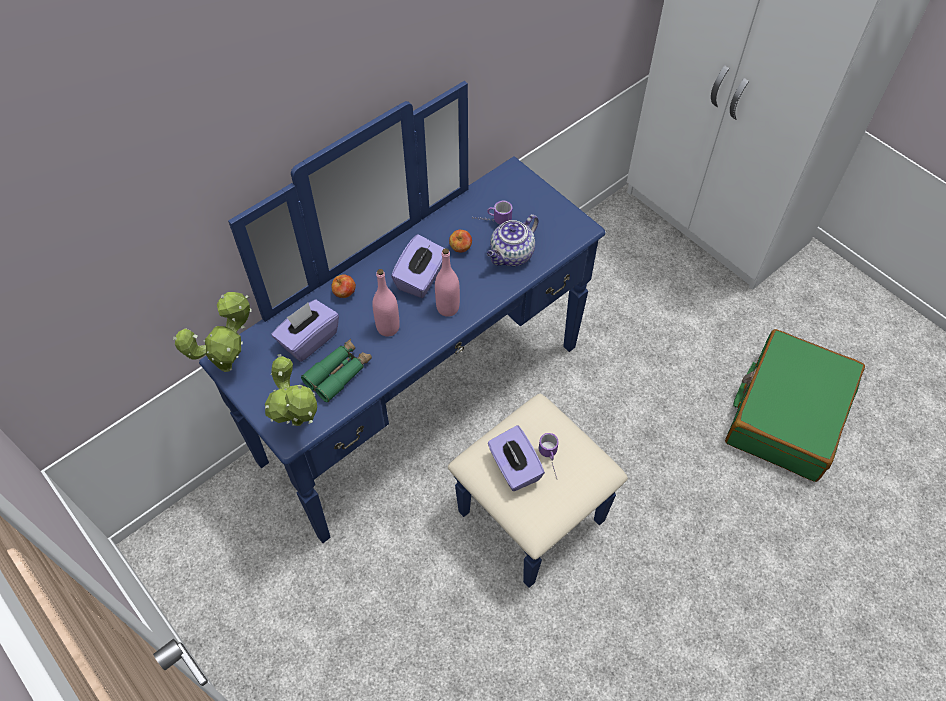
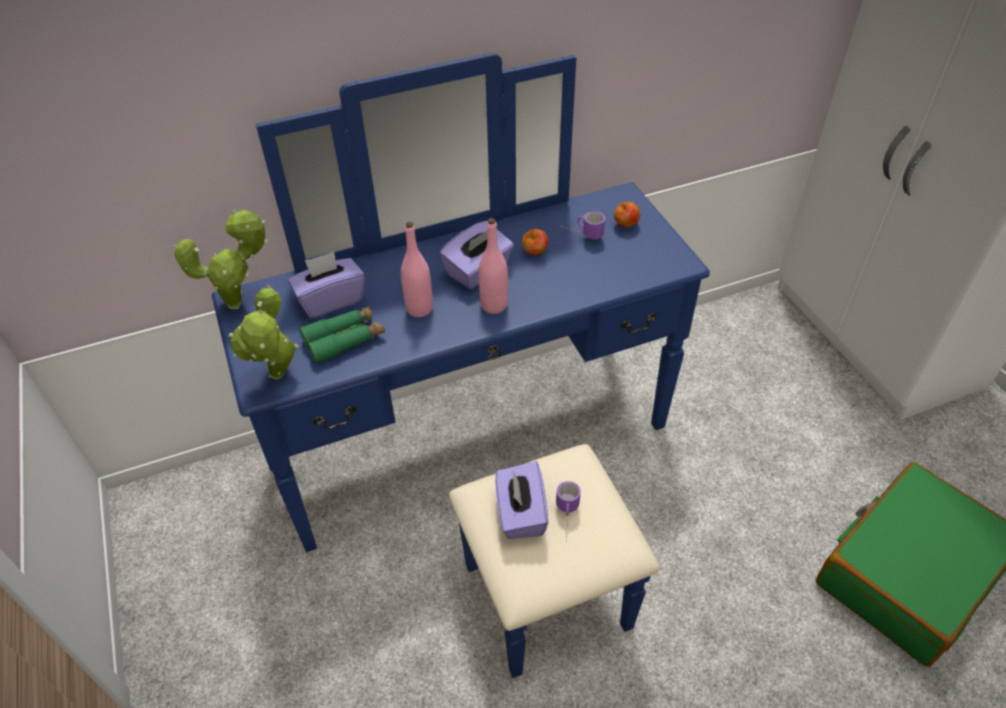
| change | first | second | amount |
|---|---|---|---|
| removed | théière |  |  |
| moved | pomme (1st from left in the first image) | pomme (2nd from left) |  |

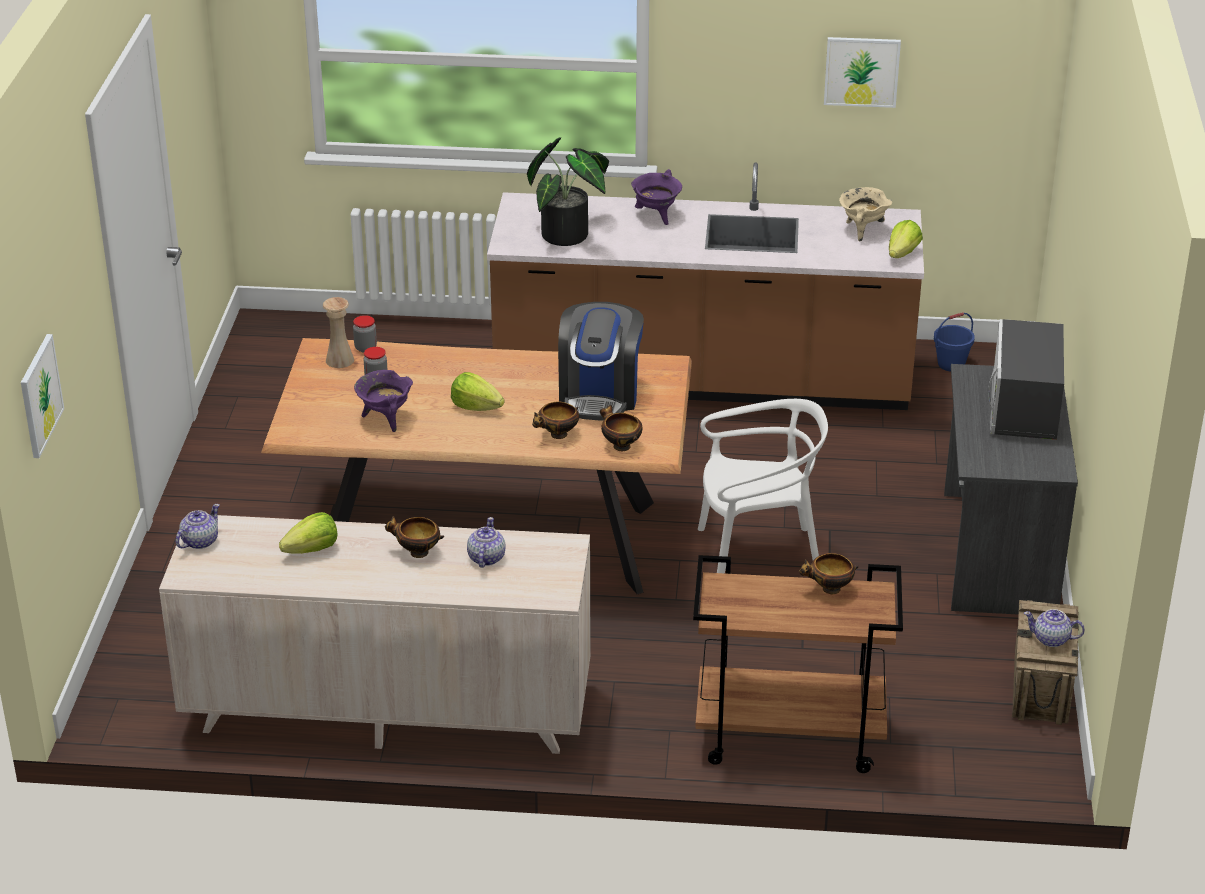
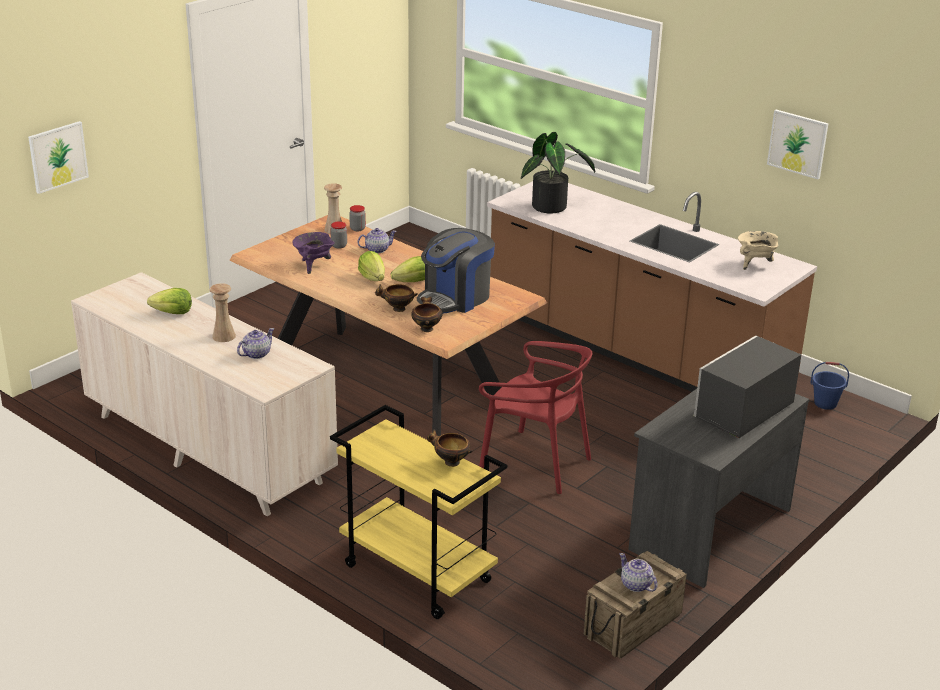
| change | first | second | amount |
|---|---|---|---|
| removed | marmite [violet] (2nd from left) |  |  |
| moved | laitue (3rd from left) |  |  |
| recoloured | chaise [blanc] | chaise [rouge] |  |
| moved | théière (1st from left in the first image) | théière (2nd from left) |  |
| replaced | bol (1st from left) | vase [beige] (1st from left) |  |
| recoloured | chariot [marron] | chariot [jaune] |  |

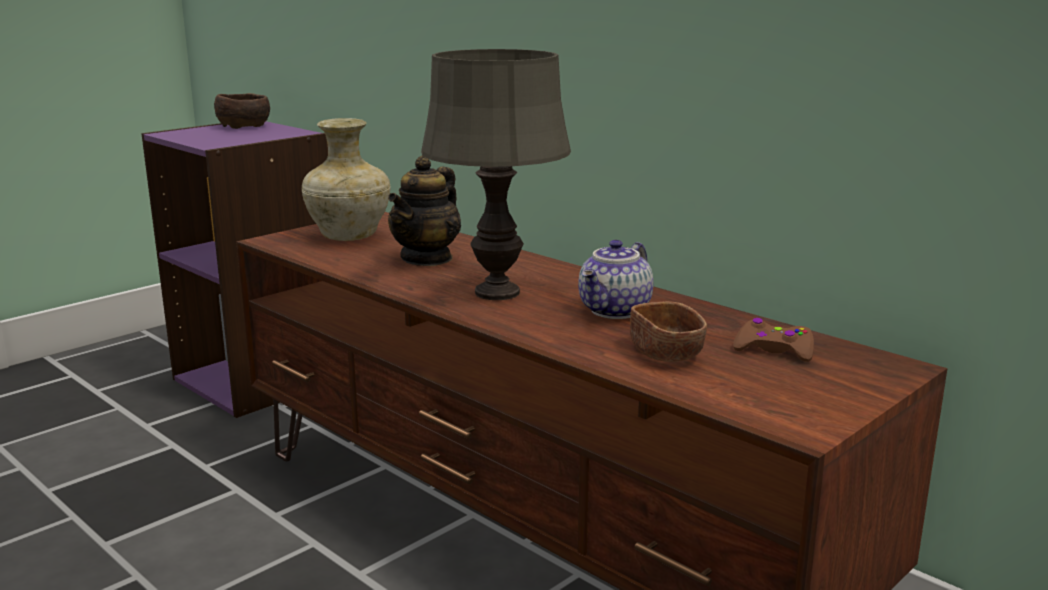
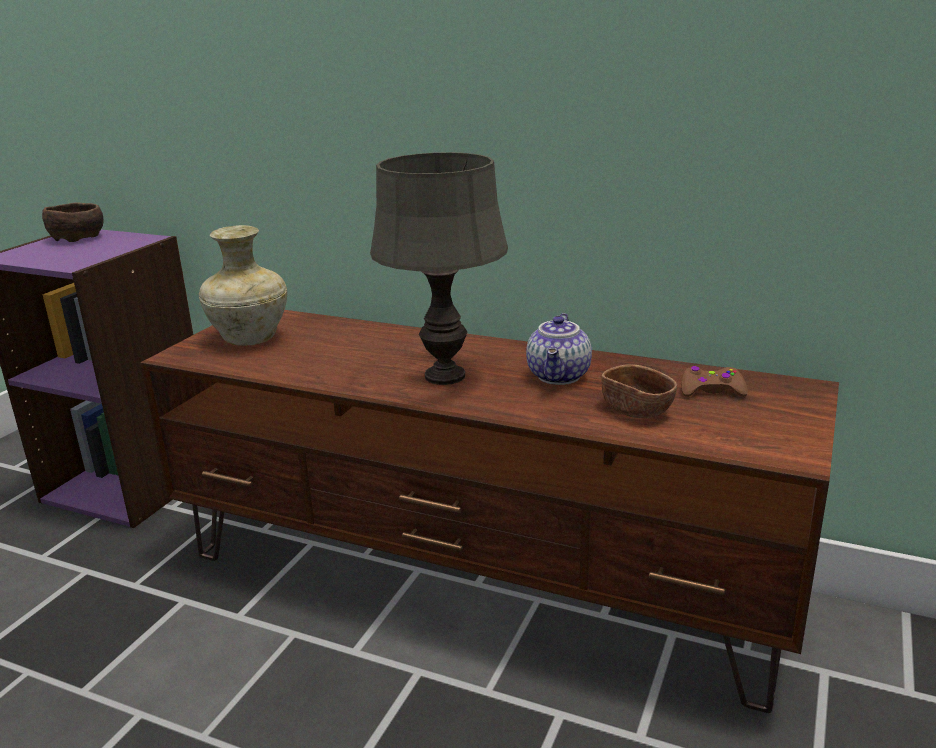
| change | first | second | amount |
|---|---|---|---|
| removed | théière (1st from left) |  |  |

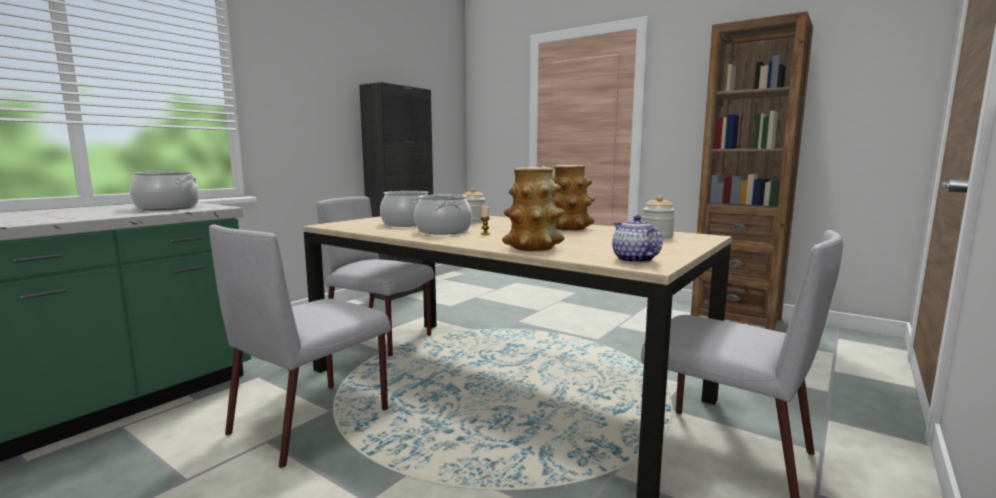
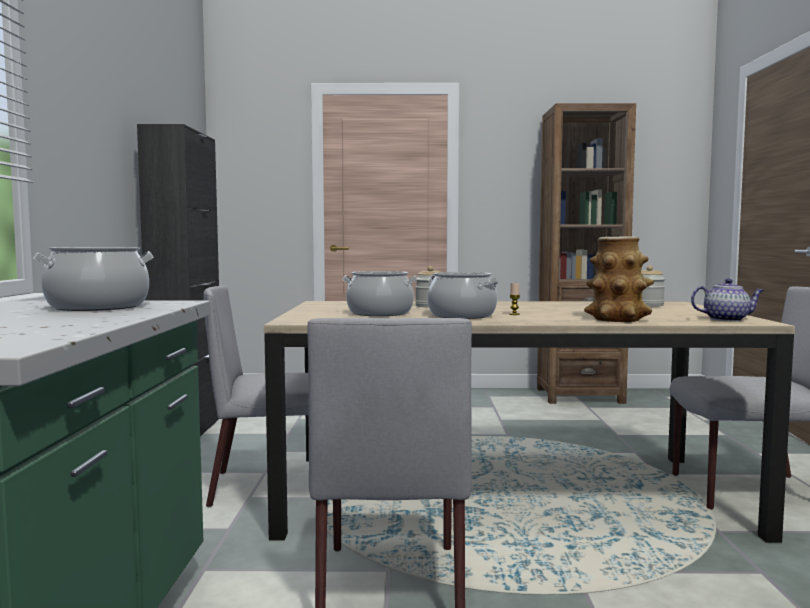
| change | first | second | amount |
|---|---|---|---|
| removed | vase (2nd from left) |  |  |
| turned | théière |  | 150 degrees clockwise |

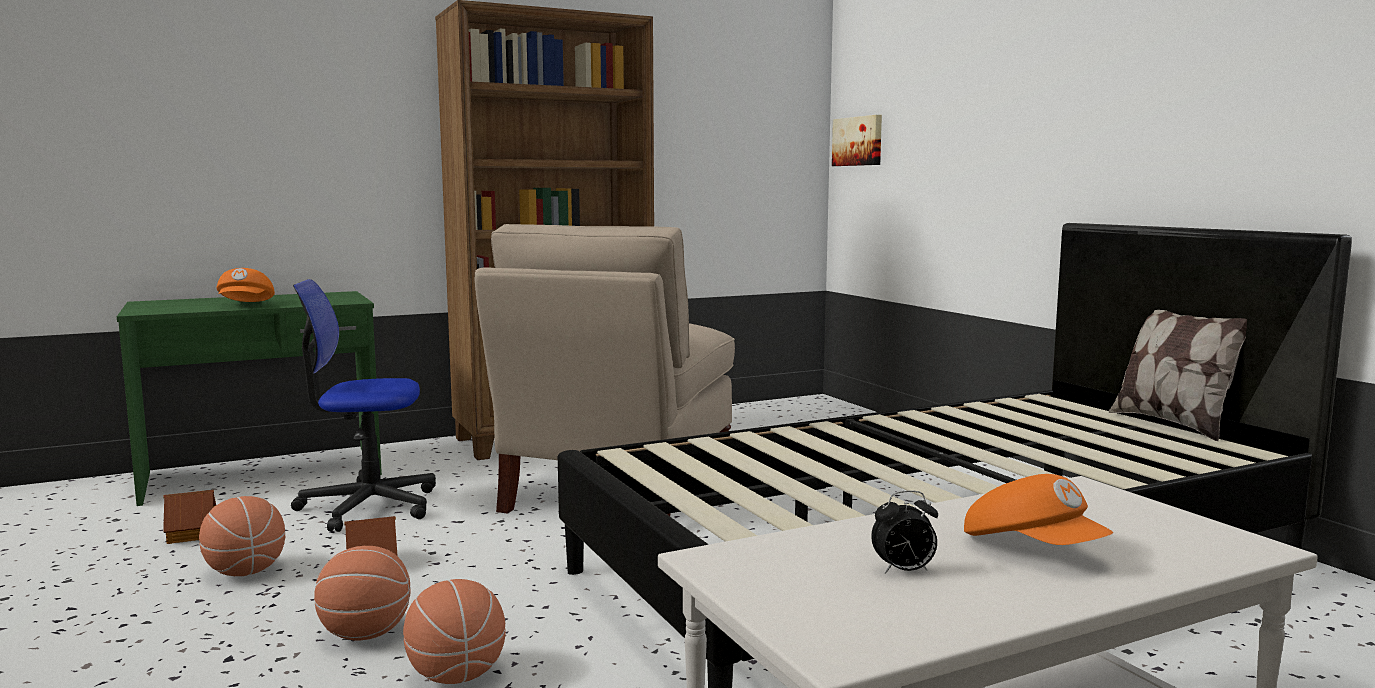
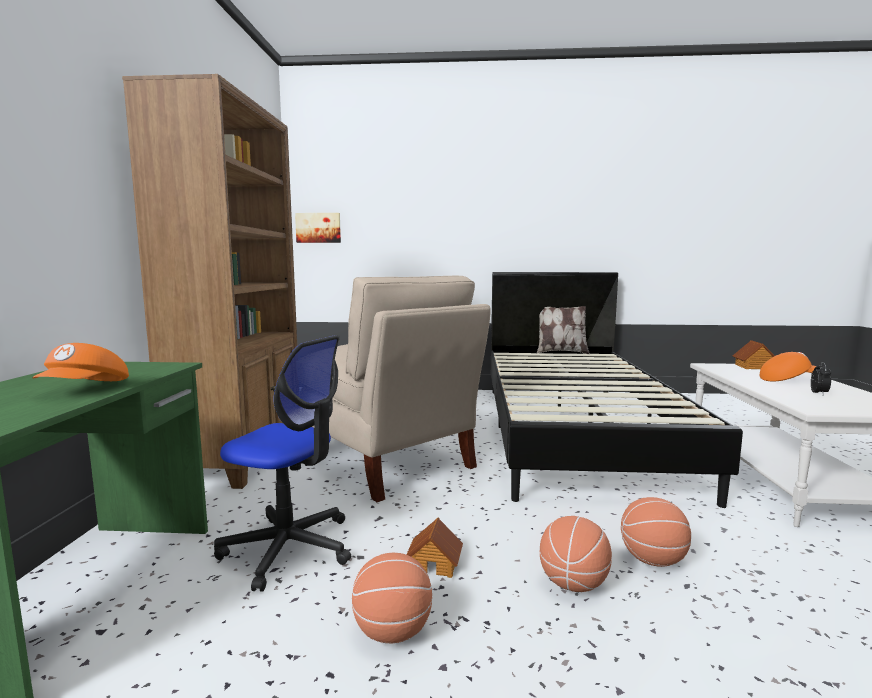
| change | first | second | amount |
|---|---|---|---|
| turned | casquette [orange] (1st from left) |  | 75 degrees clockwise |
| turned | chaise de bureau |  | 90 degrees counterclockwise |
| moved | maison miniature (1st from left in the first image) | maison miniature (2nd from left) |  |

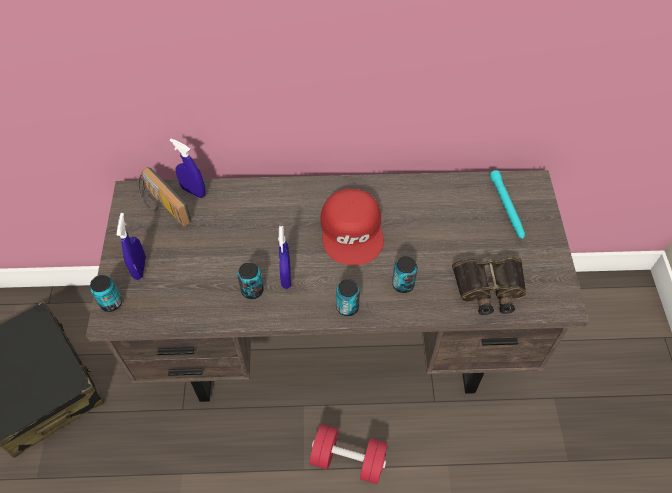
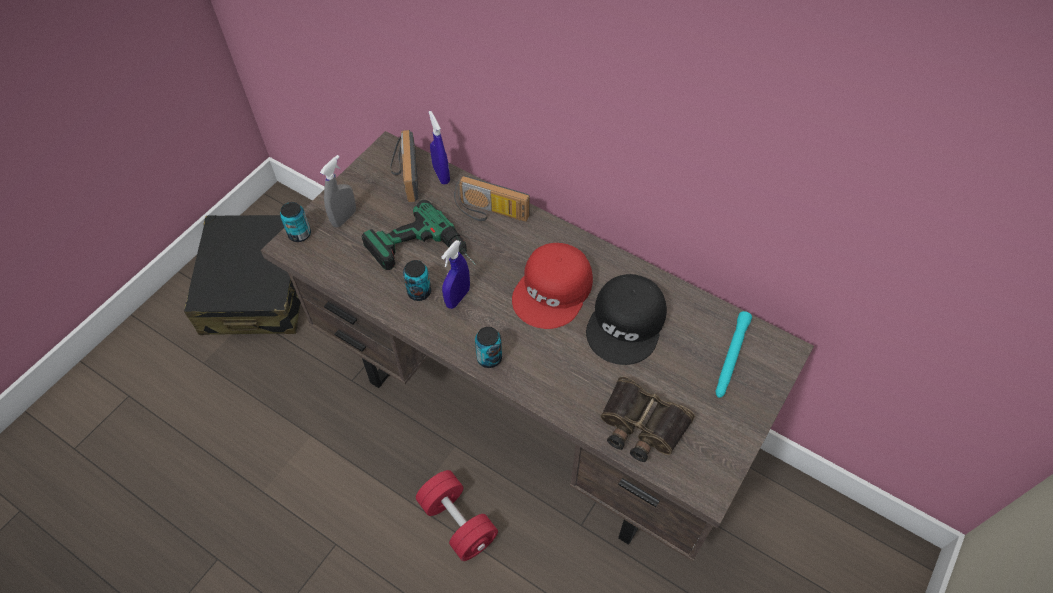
| change | first | second | amount |
|---|---|---|---|
| recoloured | vaporisateur [bleu] (1st from left) | vaporisateur [gris] |  |
| removed | boîte métallique (4th from left) |  |  |
| added |  | radio (2nd from left) |  |
| added |  | perceuse |  |
| added |  | casquette [noir] |  |

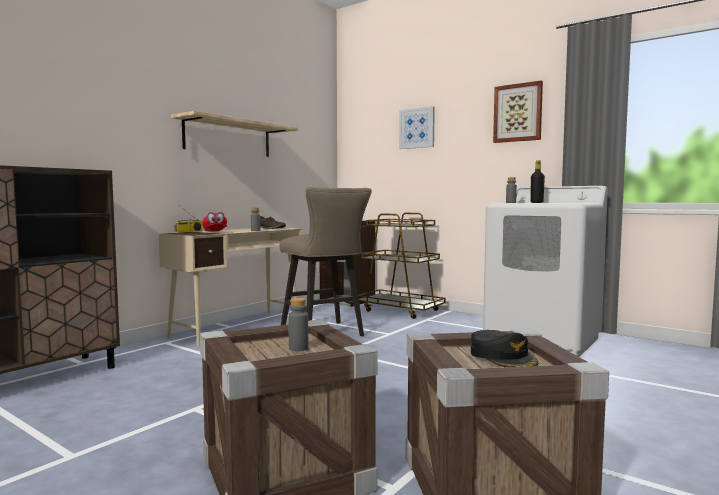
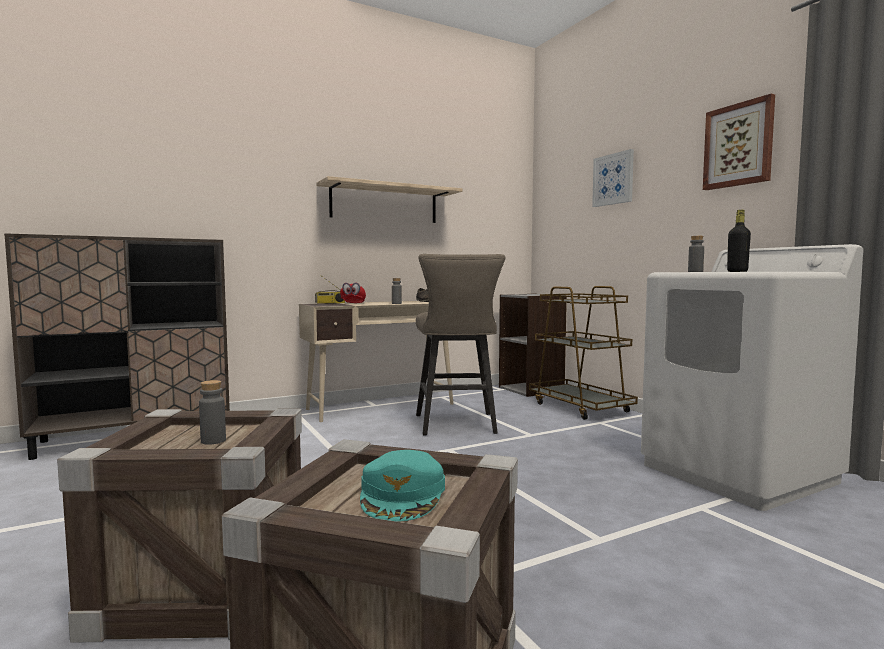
| change | first | second | amount |
|---|---|---|---|
| recoloured | casquette [noir] | casquette [turquoise] |  |

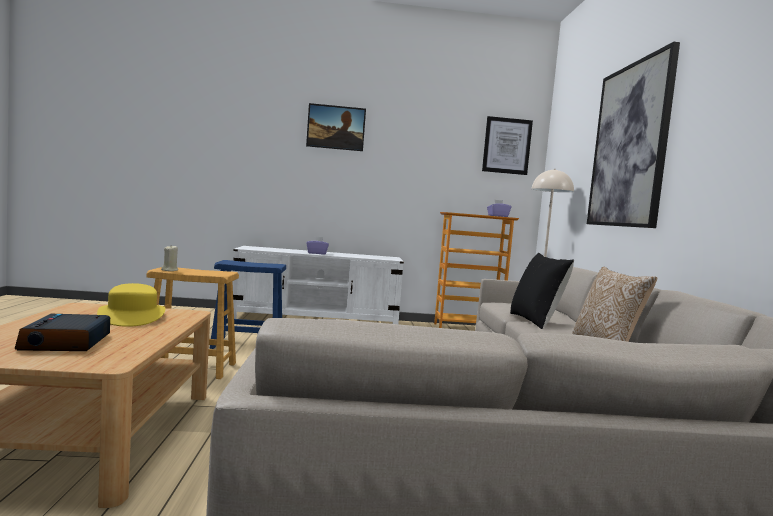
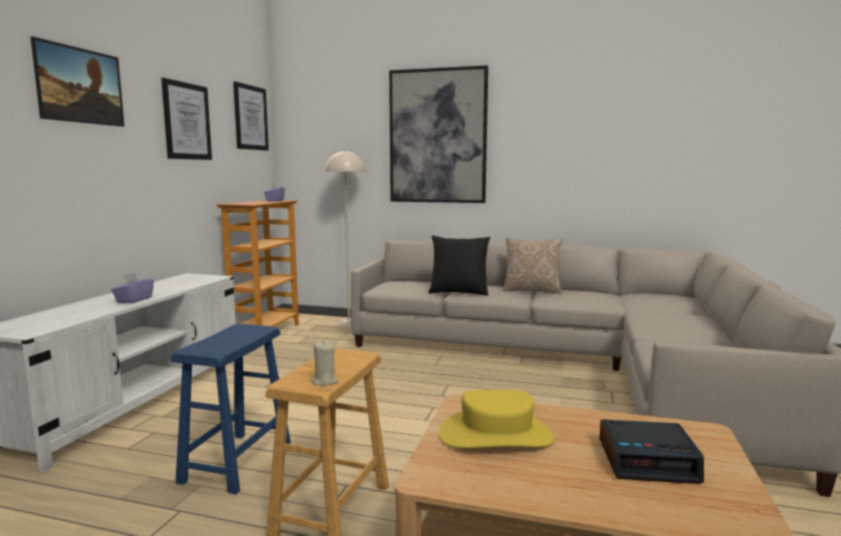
| change | first | second | amount |
|---|---|---|---|
| added |  | tableau (2nd from left) |  |

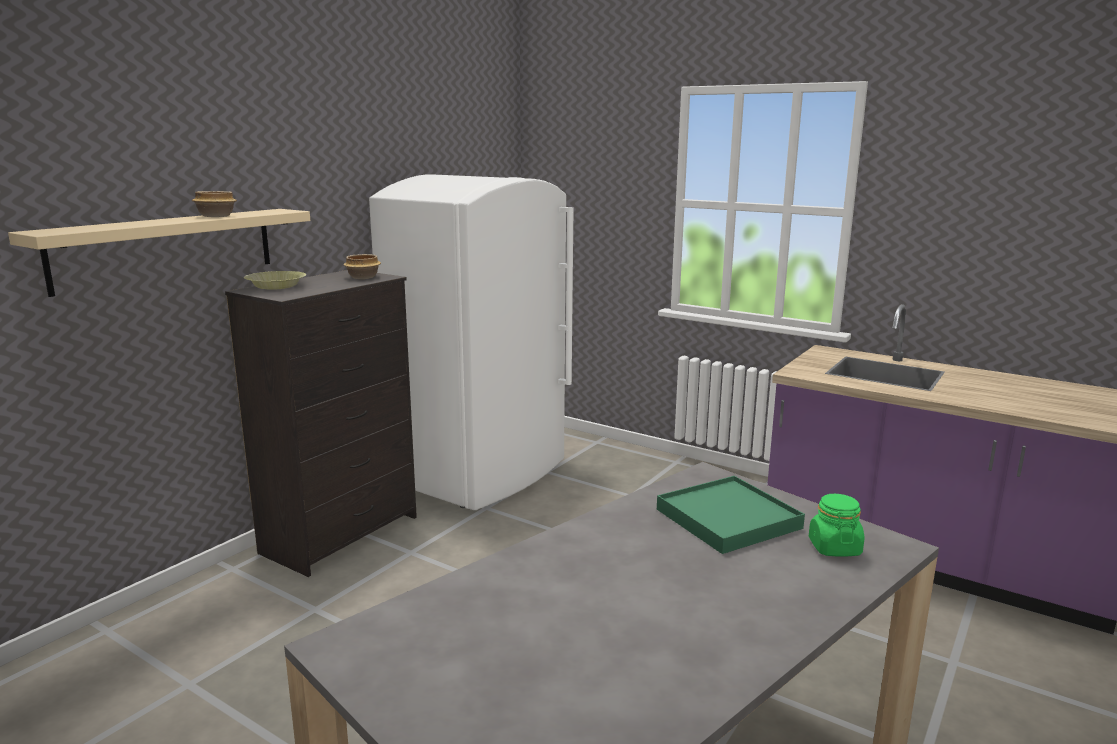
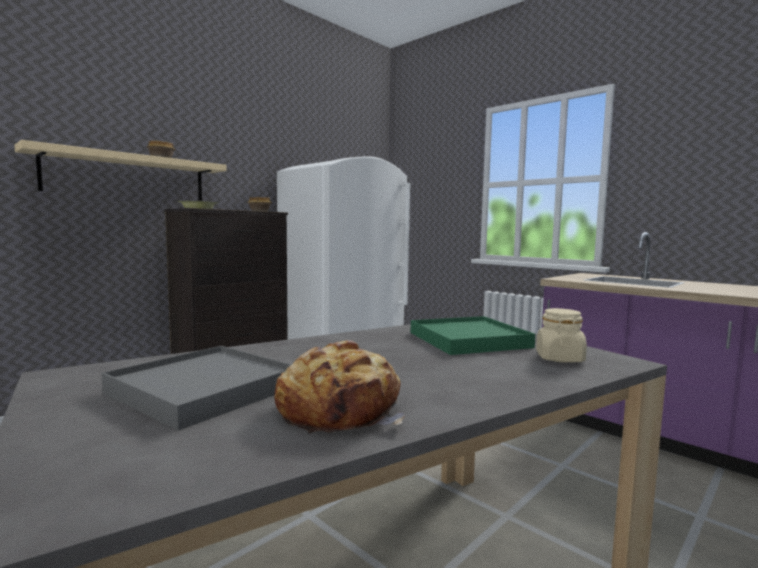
| change | first | second | amount |
|---|---|---|---|
| recoloured | bocal [vert] | bocal [beige] |  |
| added |  | pain |  |
| added |  | plateau [gris] |  |

